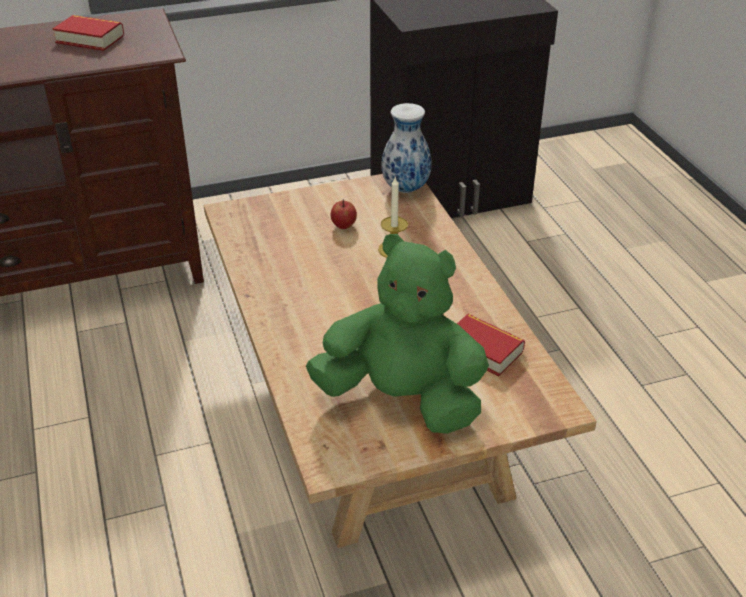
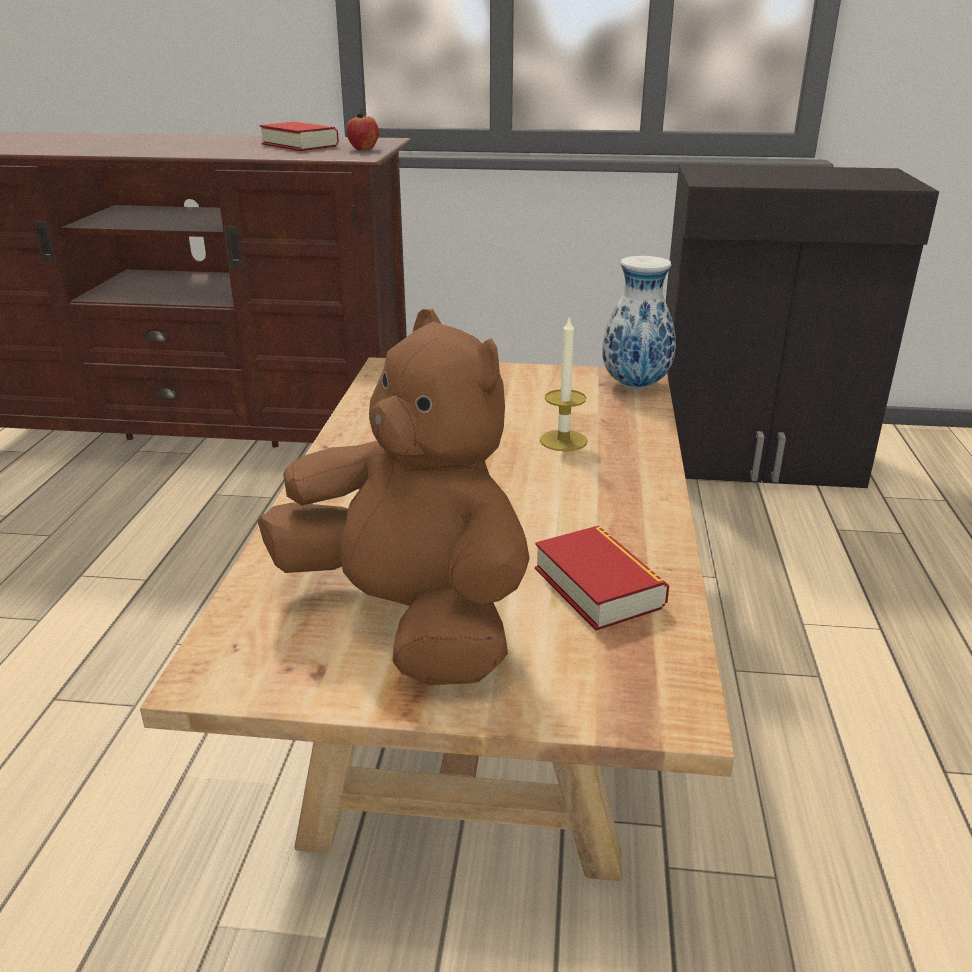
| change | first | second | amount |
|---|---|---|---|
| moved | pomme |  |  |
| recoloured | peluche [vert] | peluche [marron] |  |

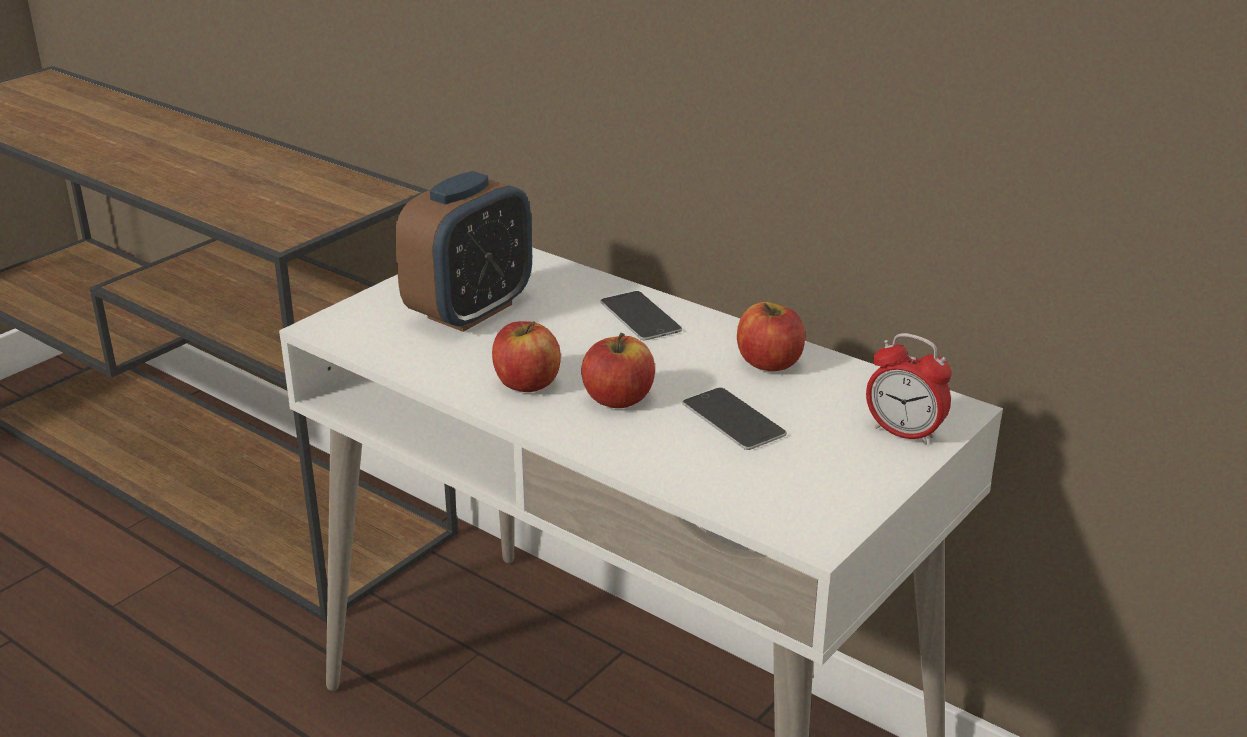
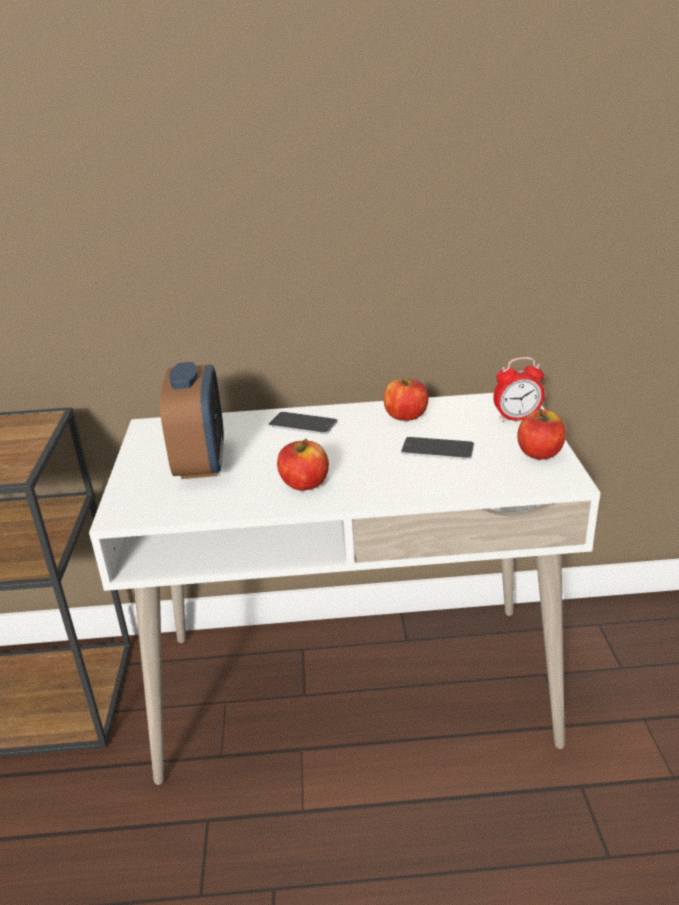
| change | first | second | amount |
|---|---|---|---|
| moved | pomme (2nd from left in the first image) | pomme (3rd from left) |  |

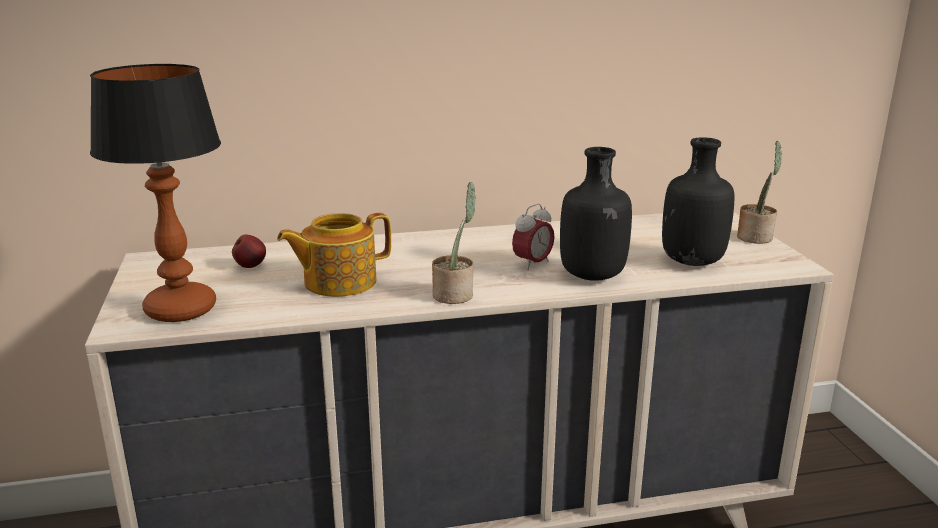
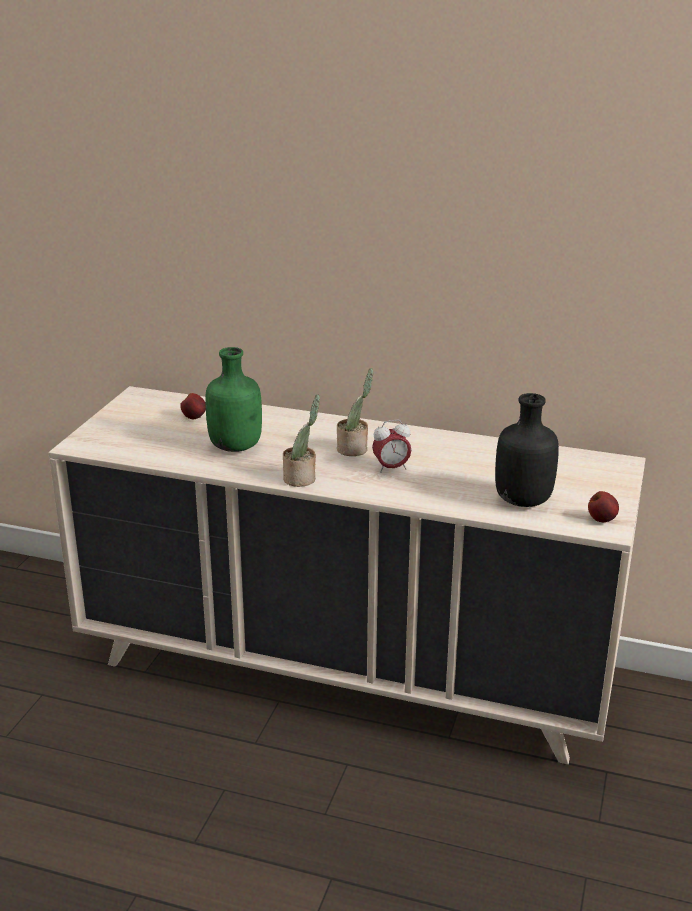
| change | first | second | amount |
|---|---|---|---|
| removed | lampe de table |  |  |
| moved | plante en pot (2nd from left) |  |  |
| removed | bouteille [noir] (1st from left) |  |  |
| replaced | théière | bouteille [vert] |  |
| added |  | pomme (2nd from left) |  |

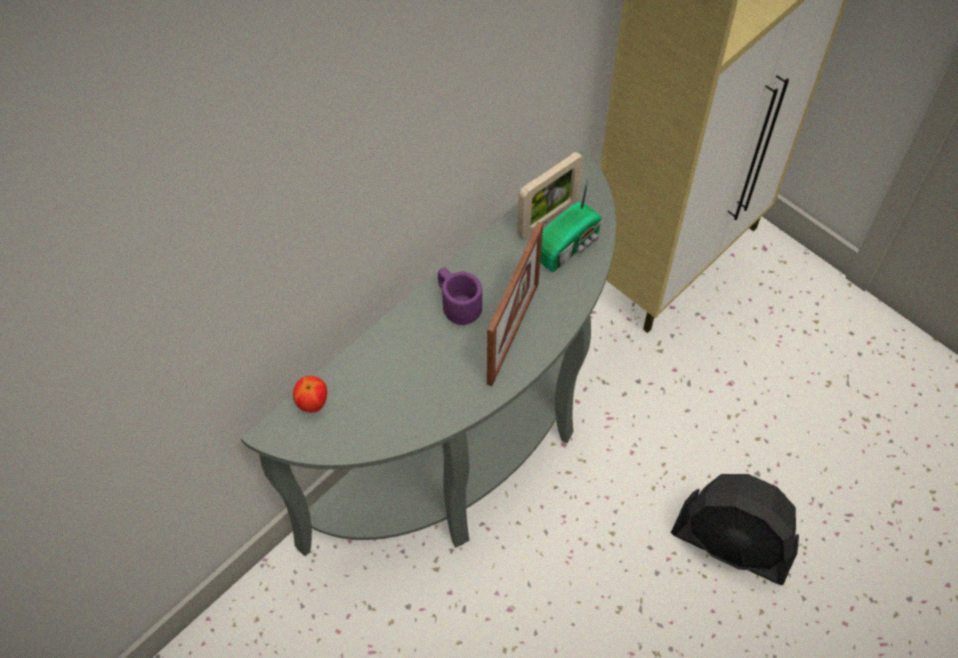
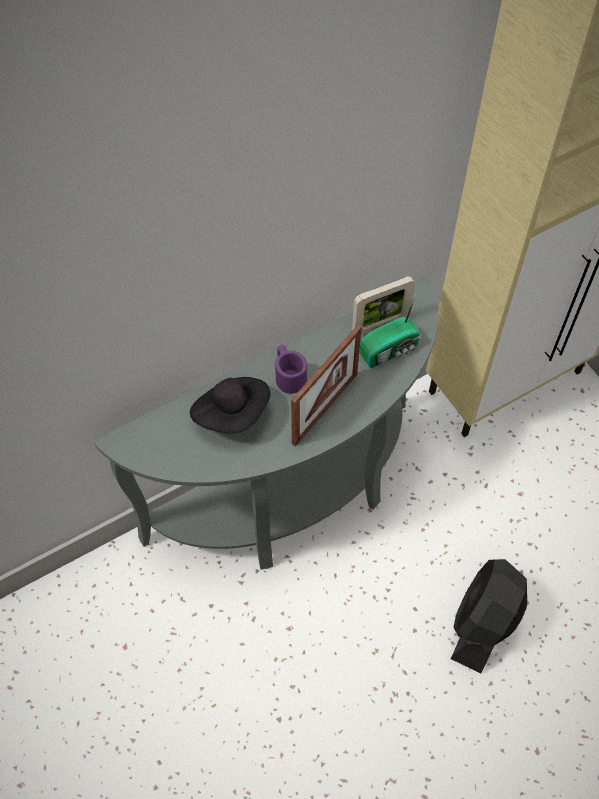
| change | first | second | amount |
|---|---|---|---|
| removed | pomme |  |  |
| turned | ventilateur [noir] |  | 75 degrees clockwise |
| added |  | chapeau [noir] |  |

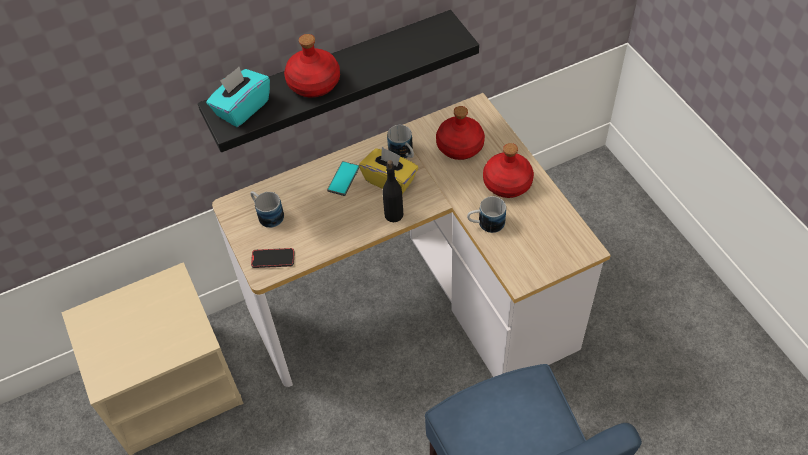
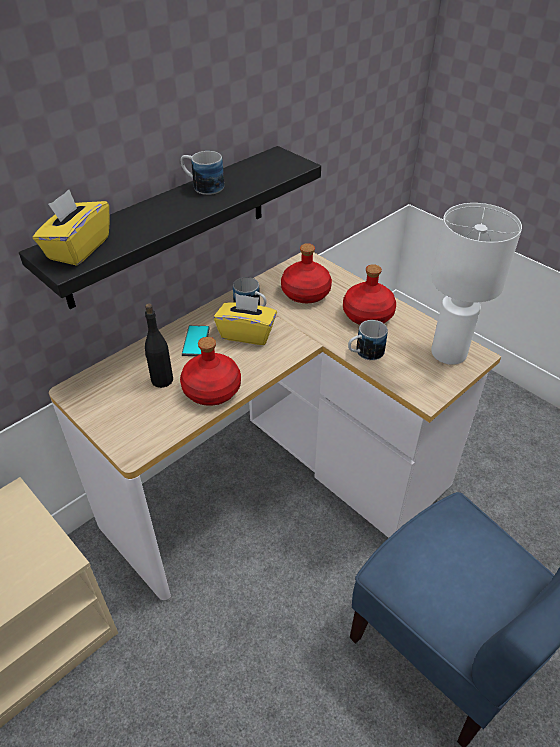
| change | first | second | amount |
|---|---|---|---|
| moved | bouteille [rouge] (1st from left) |  |  |
| recoloured | boîte à mouchoirs [turquoise] | boîte à mouchoirs [jaune] (1st from left) |  |
| moved | bouteille [noir] |  |  |
| moved | mug (1st from left) |  |  |
| removed | téléphone (1st from left) |  |  |
| added |  | lampe de table [blanc] |  |

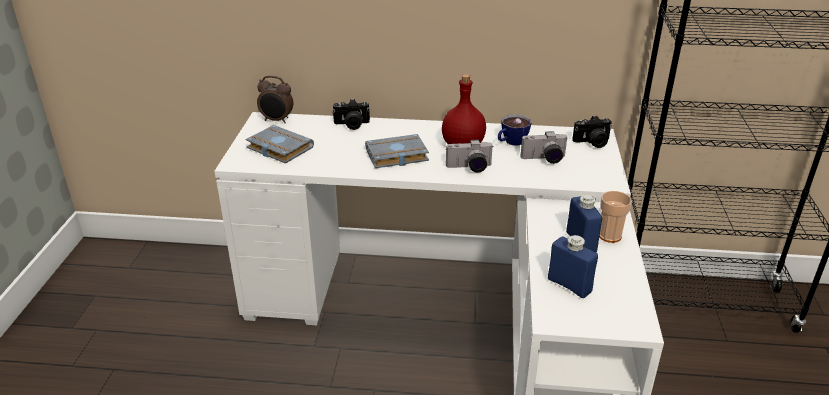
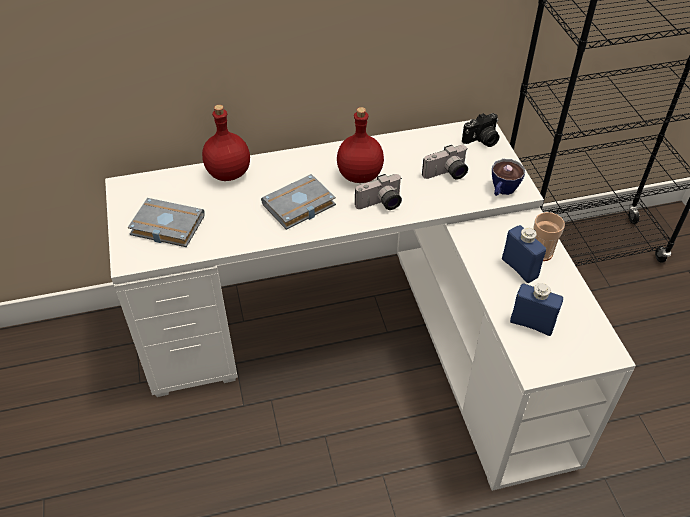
| change | first | second | amount |
|---|---|---|---|
| removed | réveil |  |  |
| replaced | appareil photo (1st from left) | bouteille [rouge] (1st from left) |  |
| moved | tasse (1st from left) |  |  |

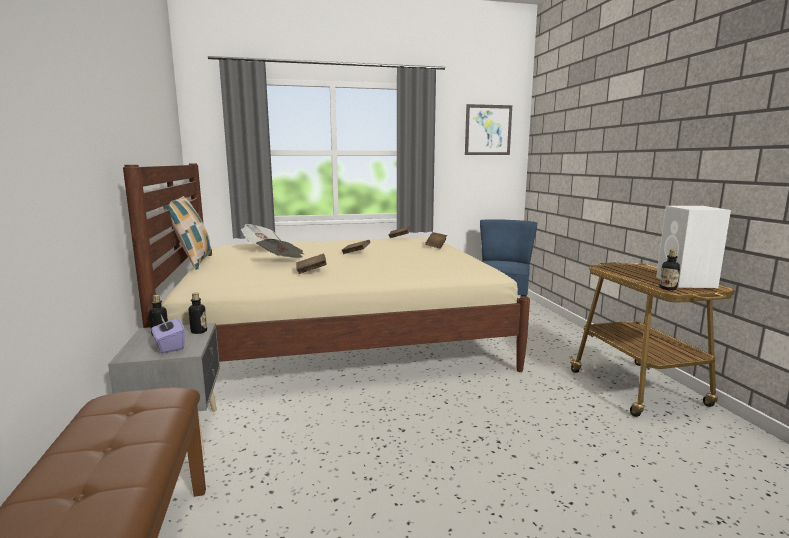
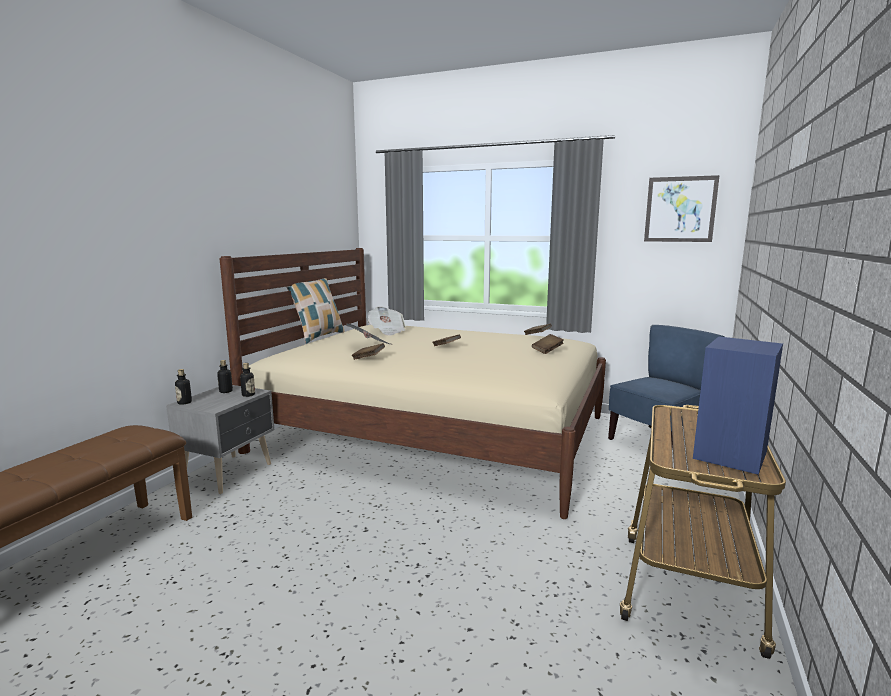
| change | first | second | amount |
|---|---|---|---|
| recoloured | enceinte [blanc] | enceinte [bleu] |  |
| moved | bouteille (3rd from left in the first image) | bouteille (1st from left) |  |
| removed | boîte à mouchoirs [violet] |  |  |

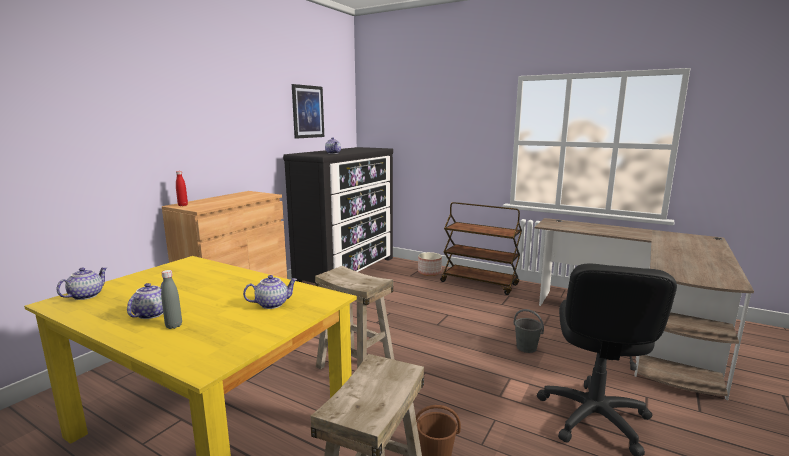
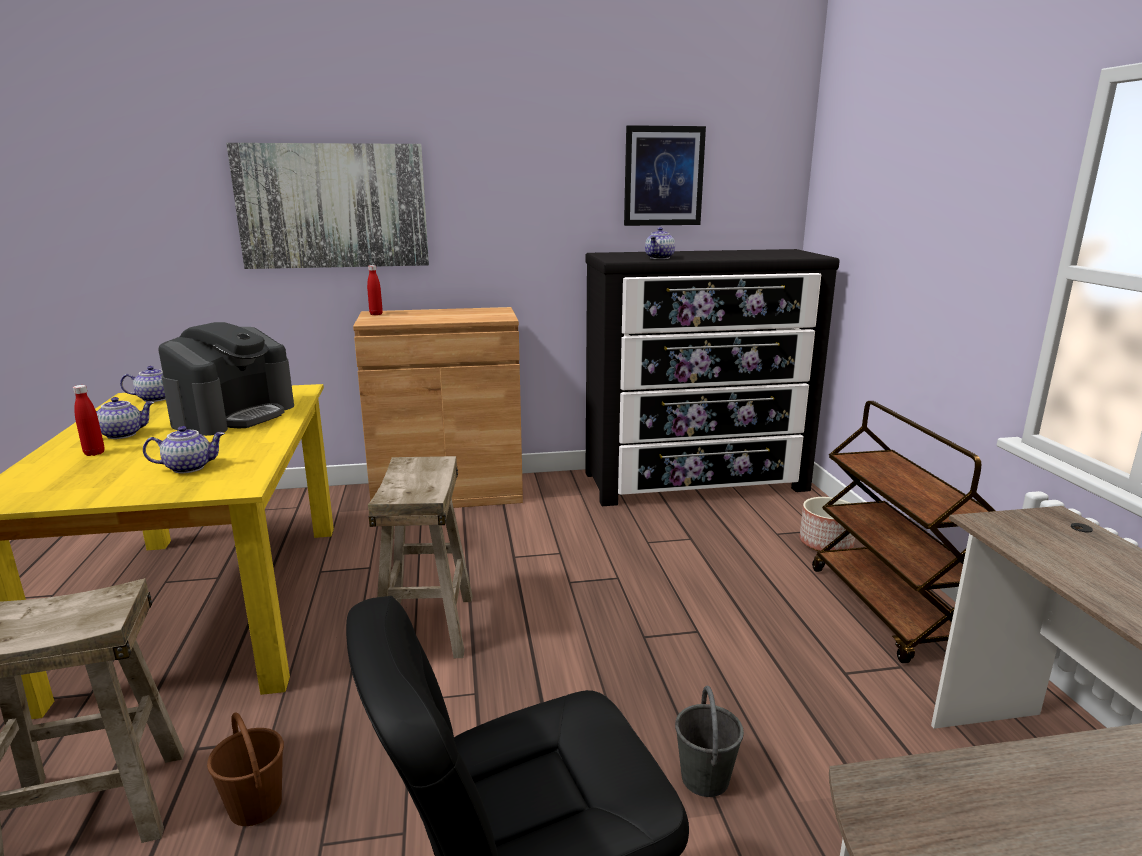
| change | first | second | amount |
|---|---|---|---|
| recoloured | bouteille [gris] | bouteille [rouge] (1st from left) |  |
| turned | théière (3rd from left) |  | 45 degrees counterclockwise |
| added |  | tableau (1st from left) |  |
| added |  | machine à café |  |

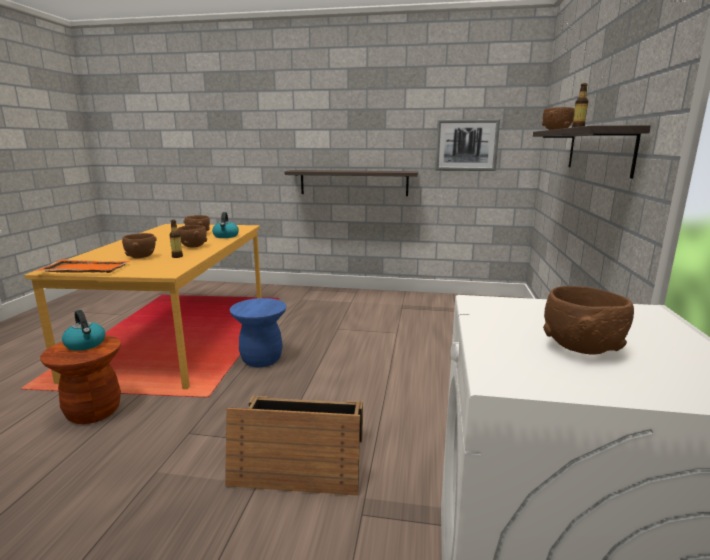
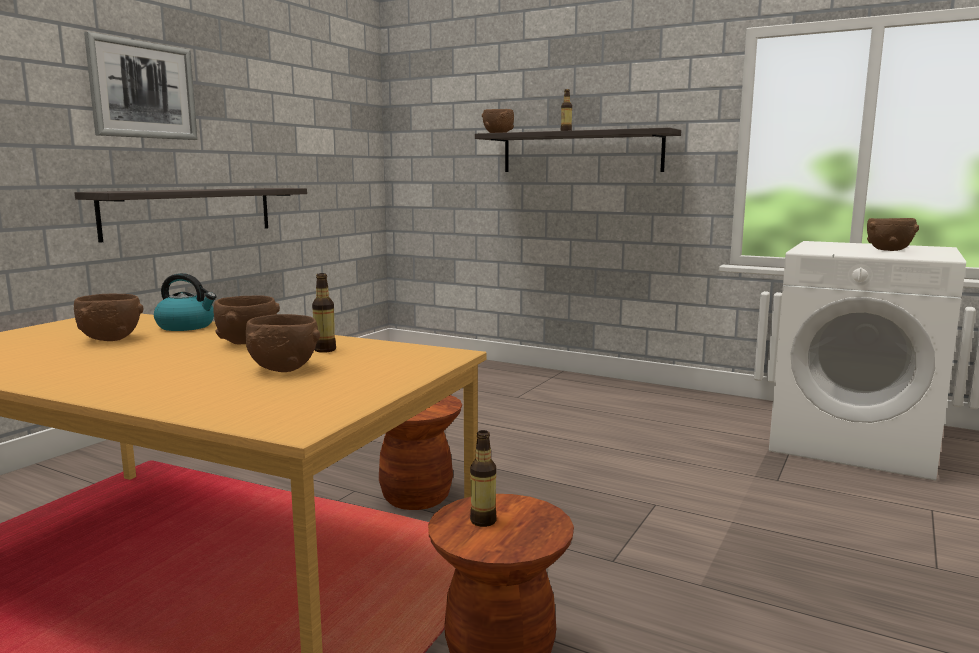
| change | first | second | amount |
|---|---|---|---|
| moved | tableau |  |  |
| removed | plateau [orange] |  |  |
| recoloured | tabouret [bleu] | tabouret [marron] (1st from left) |  |
| replaced | bouilloire (1st from left) | bouteille (2nd from left) |  |
| removed | caisse |  |  |

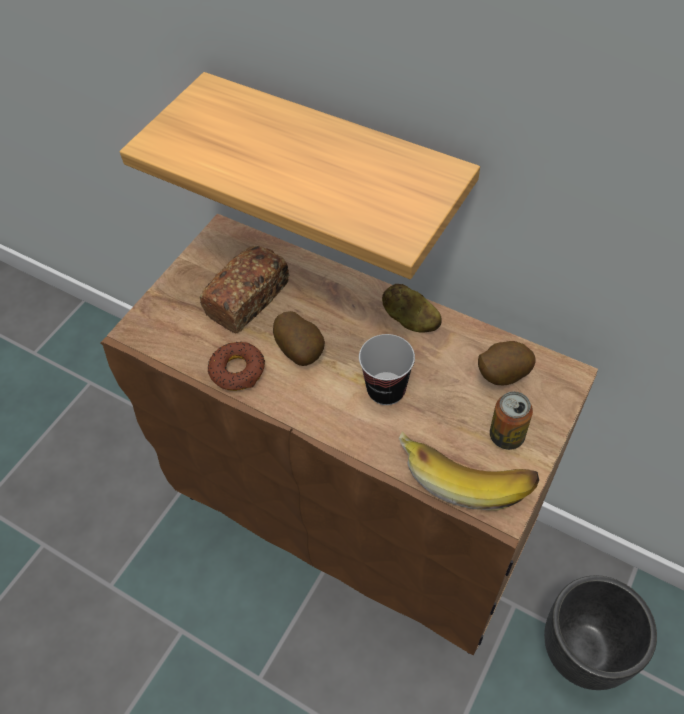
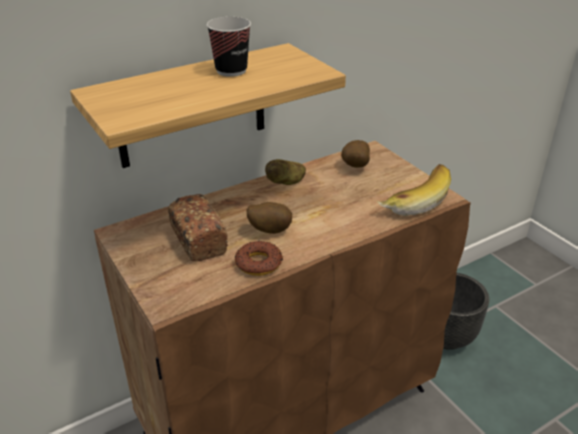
| change | first | second | amount |
|---|---|---|---|
| moved | tasse |  |  |
| removed | boîte métallique |  |  |

